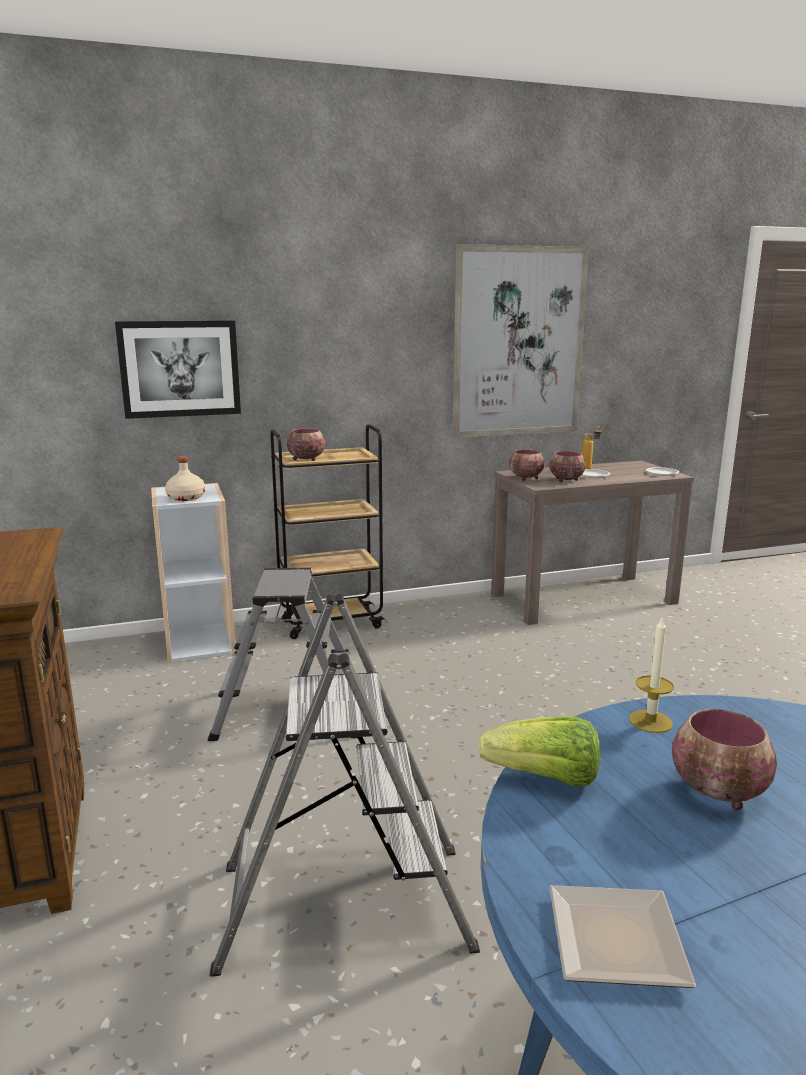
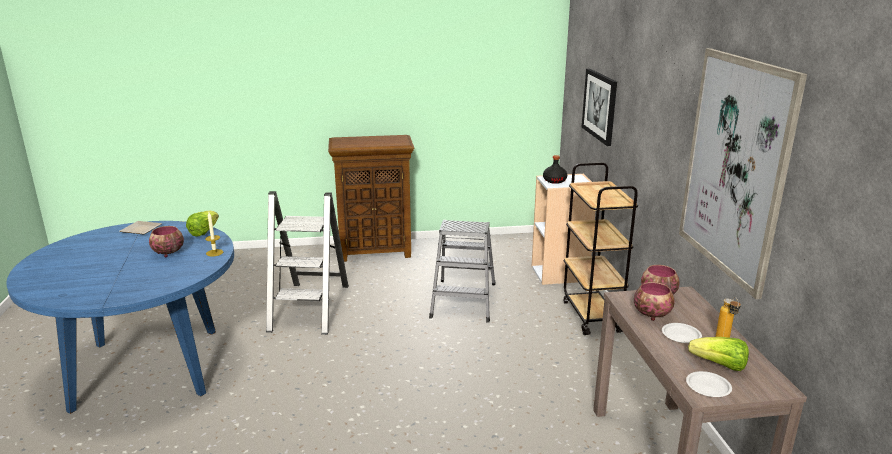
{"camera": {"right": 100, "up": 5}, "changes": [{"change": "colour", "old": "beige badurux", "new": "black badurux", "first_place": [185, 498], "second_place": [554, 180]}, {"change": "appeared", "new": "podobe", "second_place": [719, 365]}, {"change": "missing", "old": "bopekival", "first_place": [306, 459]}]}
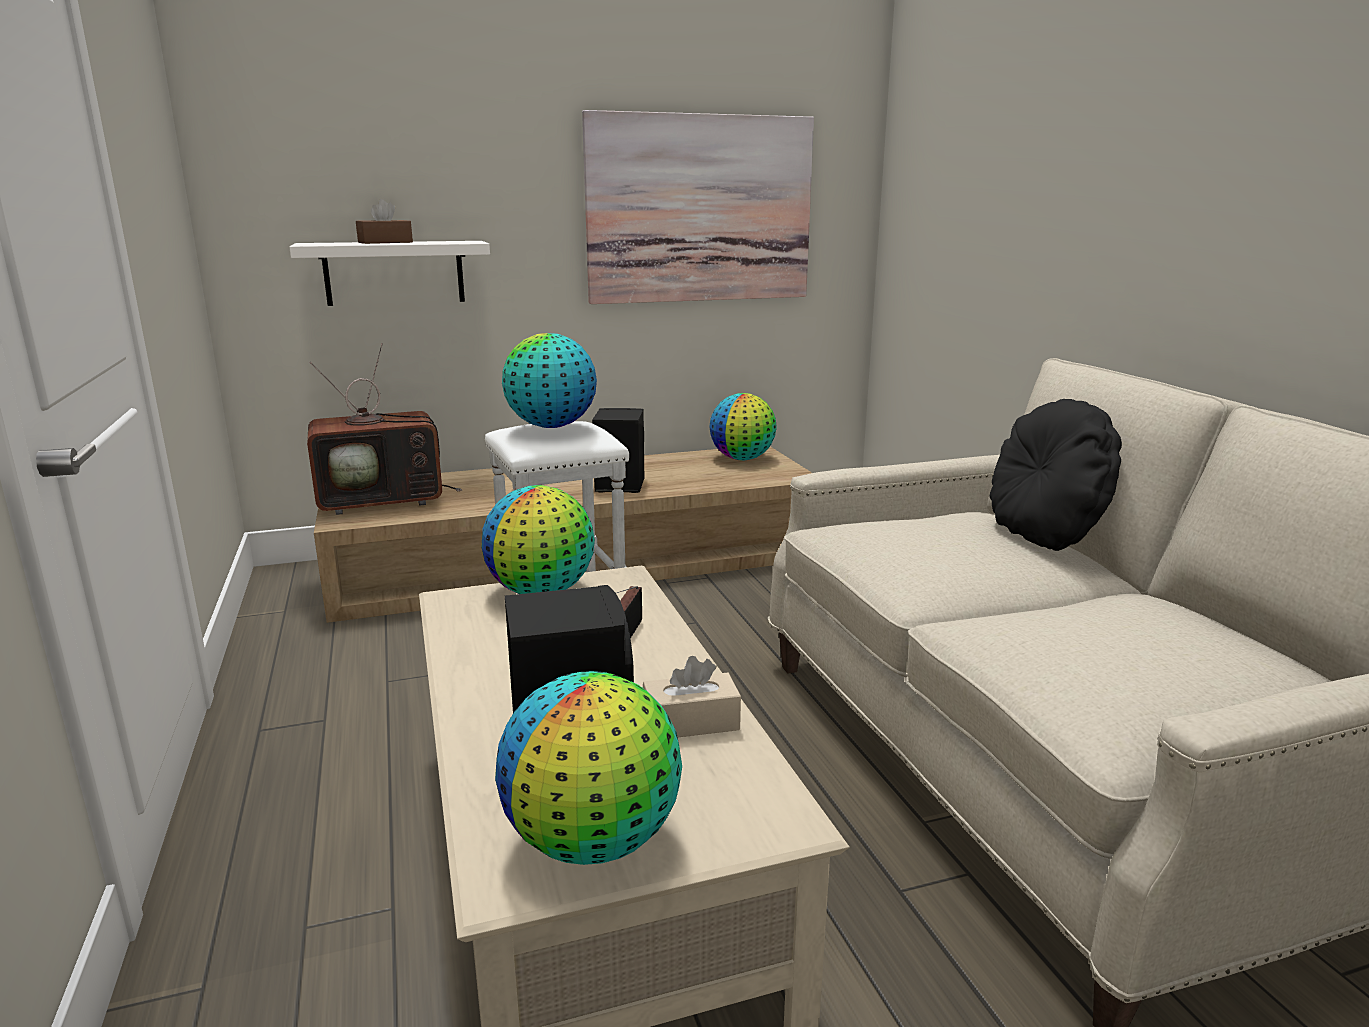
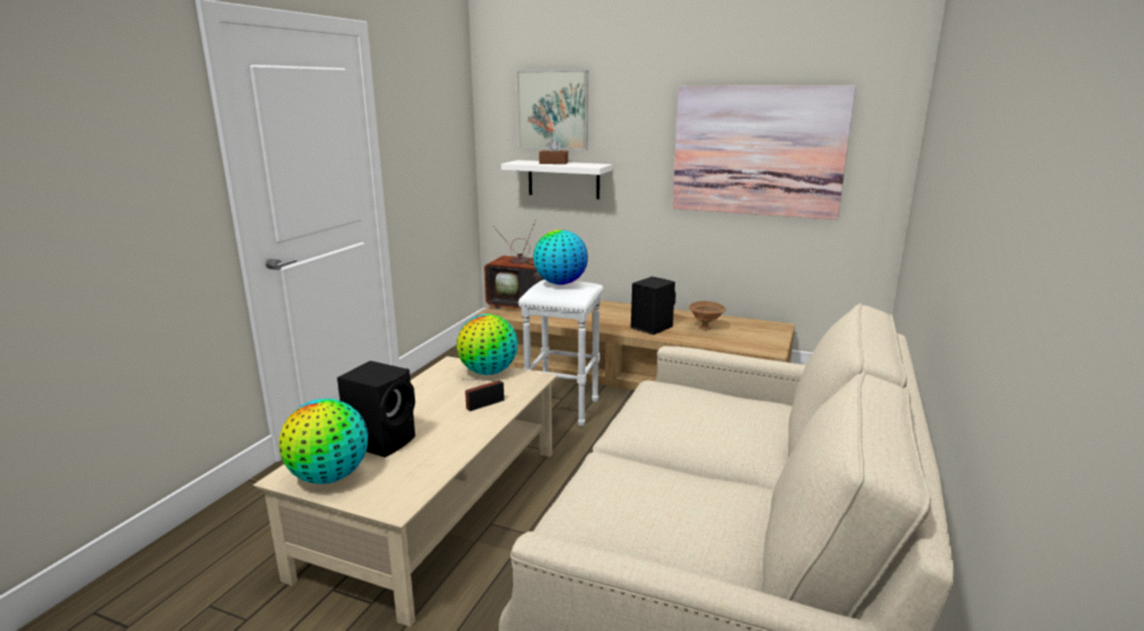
{"camera": {"right": 40, "up": 0}, "changes": [{"change": "appeared", "new": "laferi", "second_place": [553, 110]}, {"change": "appeared", "new": "brown bopekival", "second_place": [706, 328]}, {"change": "missing", "old": "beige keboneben", "first_place": [691, 722]}, {"change": "missing", "old": "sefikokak", "first_place": [742, 459]}, {"change": "missing", "old": "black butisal", "first_place": [1044, 538]}]}
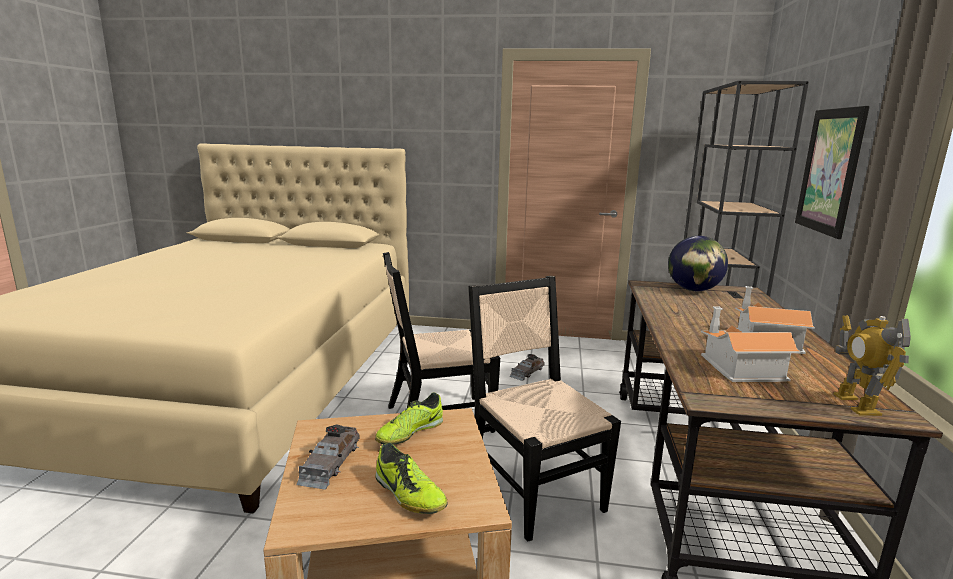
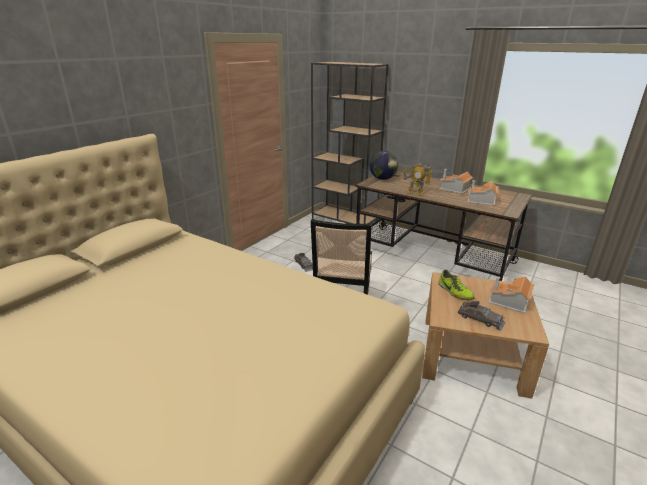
{"camera": {"right": -65, "up": 10}, "changes": [{"change": "relocated", "old": "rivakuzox", "first_place": [856, 404], "second_place": [415, 193]}, {"change": "exchanged", "old": "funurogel", "new": "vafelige", "first_place": [408, 495], "second_place": [509, 302]}, {"change": "missing", "old": "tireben", "first_place": [534, 489]}, {"change": "missing", "old": "laferi", "first_place": [829, 171]}]}
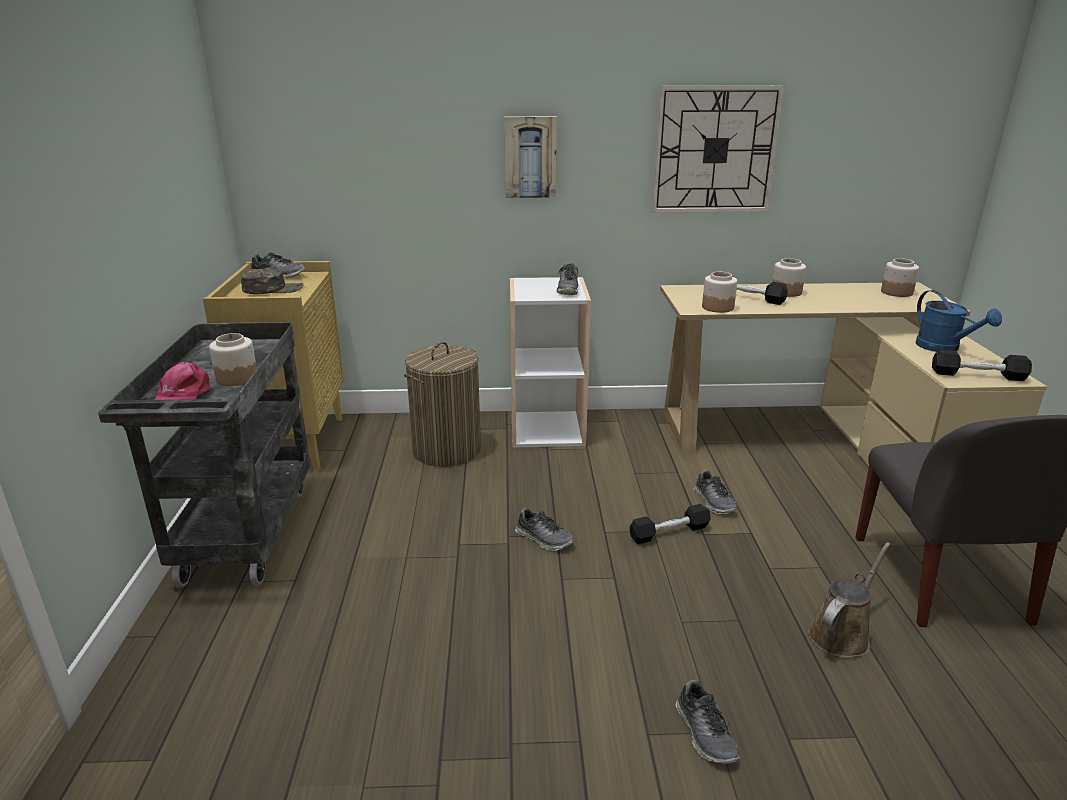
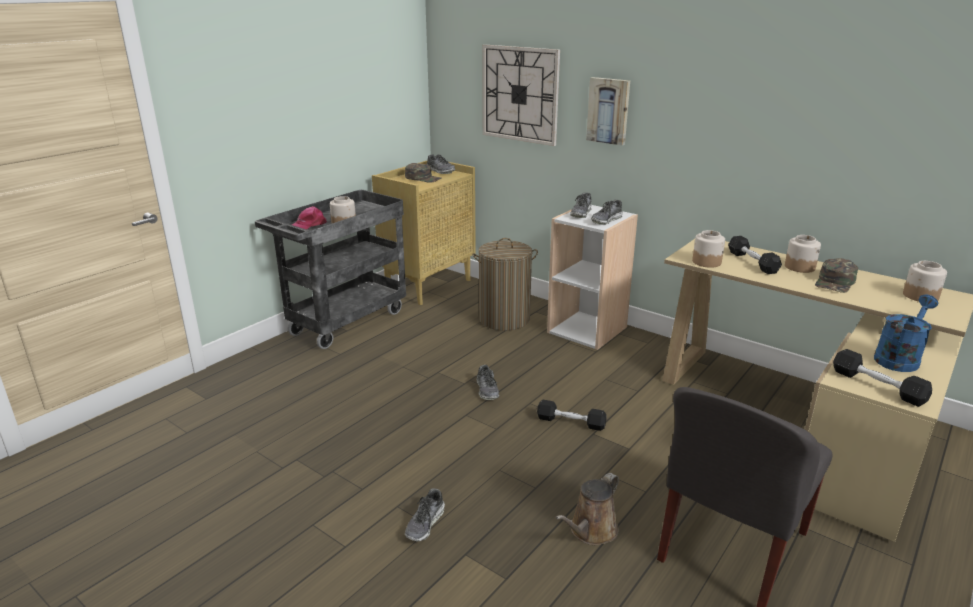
{"camera": {"right": 40, "up": 0}, "changes": [{"change": "relocated", "old": "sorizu", "first_place": [715, 150], "second_place": [520, 94]}, {"change": "spun", "old": "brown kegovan", "first_place": [841, 634], "second_place": [591, 531], "degrees": 135}, {"change": "relocated", "old": "funurogel", "first_place": [714, 502], "second_place": [581, 213]}, {"change": "appeared", "new": "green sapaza", "second_place": [835, 282]}, {"change": "spun", "old": "blue kegovan", "first_place": [944, 348], "second_place": [899, 358], "degrees": -150}]}
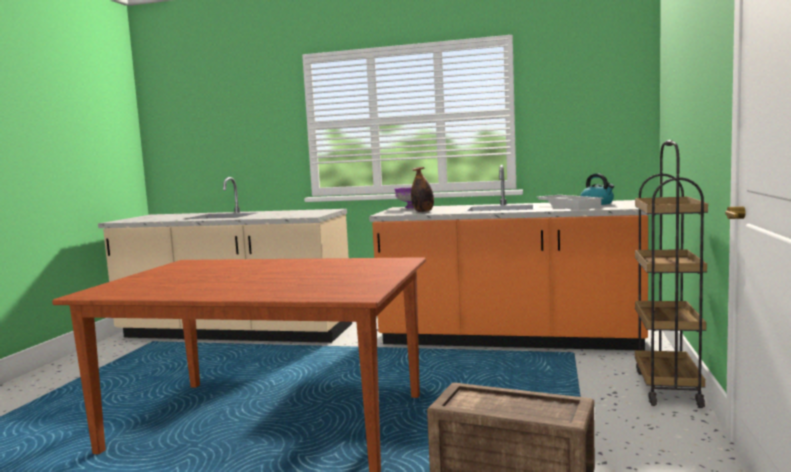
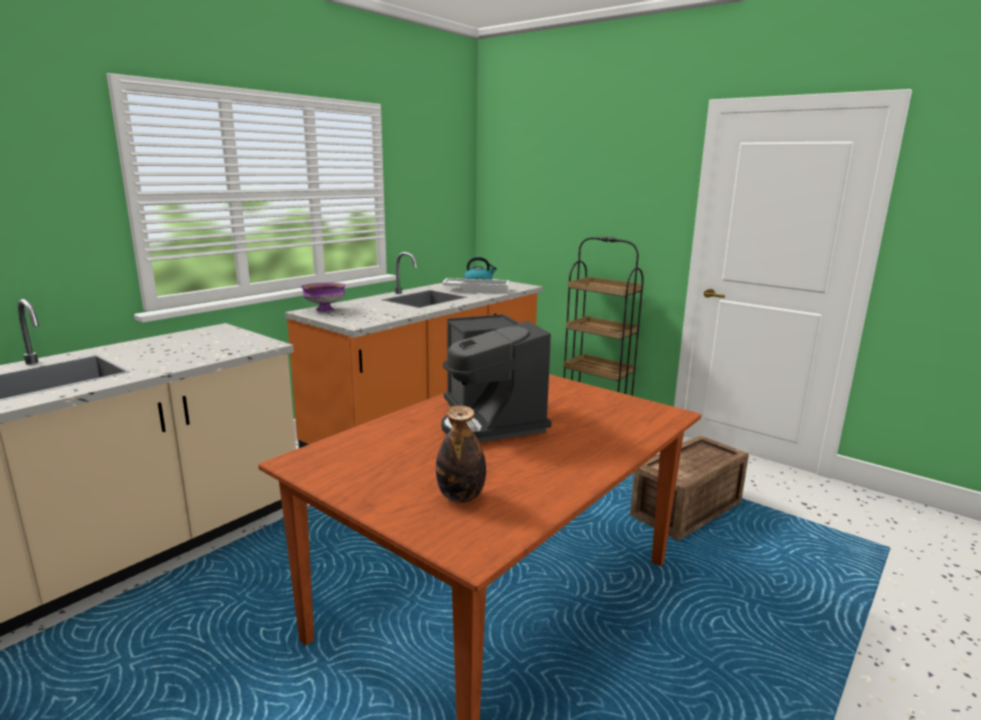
{"camera": {"right": -65, "up": 10}, "changes": [{"change": "relocated", "old": "badurux", "first_place": [423, 211], "second_place": [461, 497]}, {"change": "appeared", "new": "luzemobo", "second_place": [491, 420]}]}
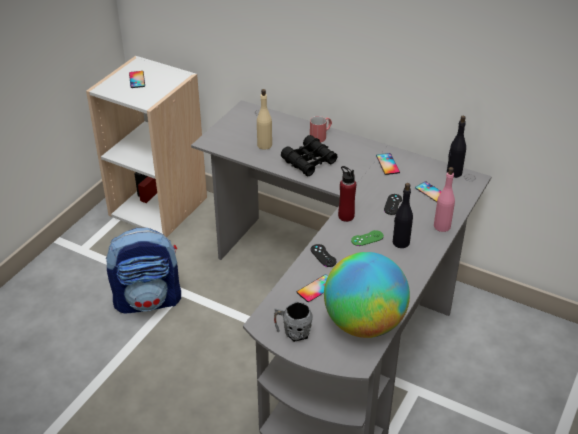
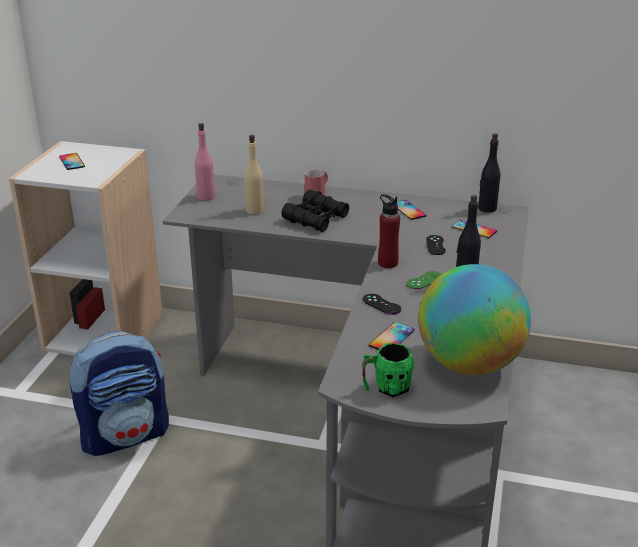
{"camera": {"right": -15, "up": -10}, "changes": [{"change": "relocated", "old": "pink badurux", "first_place": [442, 226], "second_place": [206, 197]}, {"change": "colour", "old": "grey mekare", "new": "green mekare", "first_place": [293, 332], "second_place": [386, 388]}]}
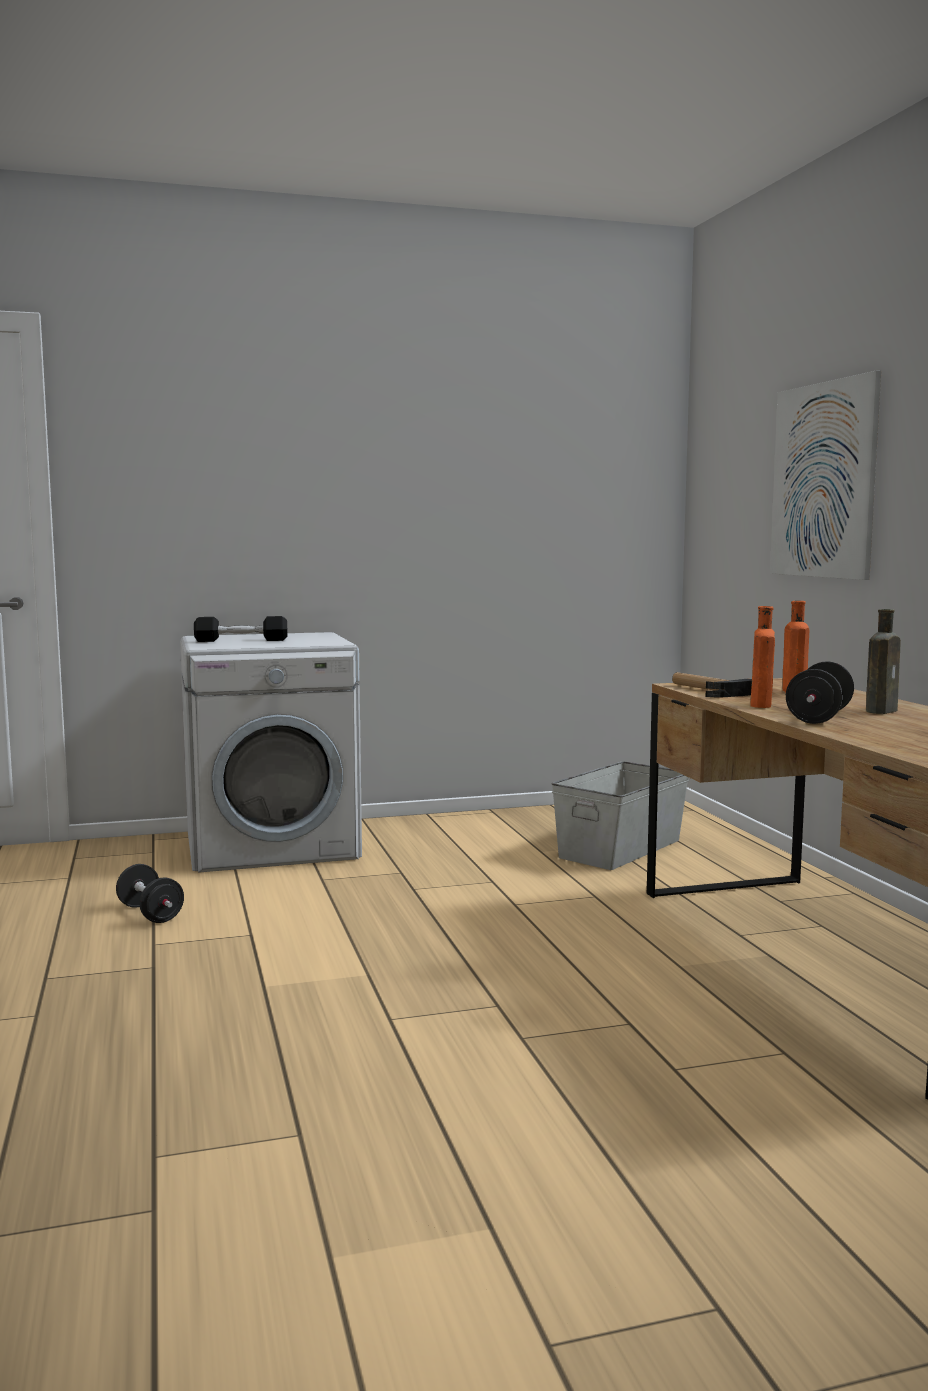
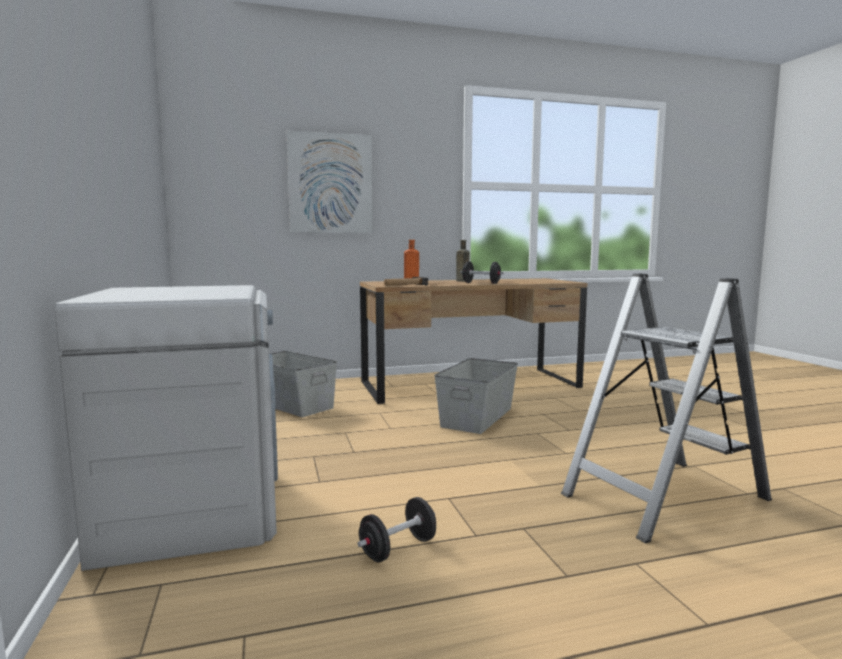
{"camera": {"right": -90, "up": 0}, "changes": [{"change": "appeared", "new": "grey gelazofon", "second_place": [476, 417]}, {"change": "appeared", "new": "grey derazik", "second_place": [662, 496]}, {"change": "missing", "old": "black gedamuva", "first_place": [241, 640]}, {"change": "missing", "old": "orange badurux", "first_place": [761, 705]}]}
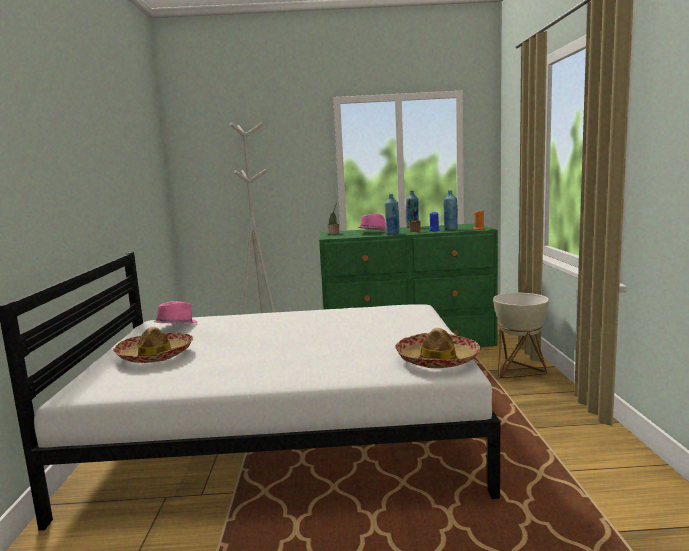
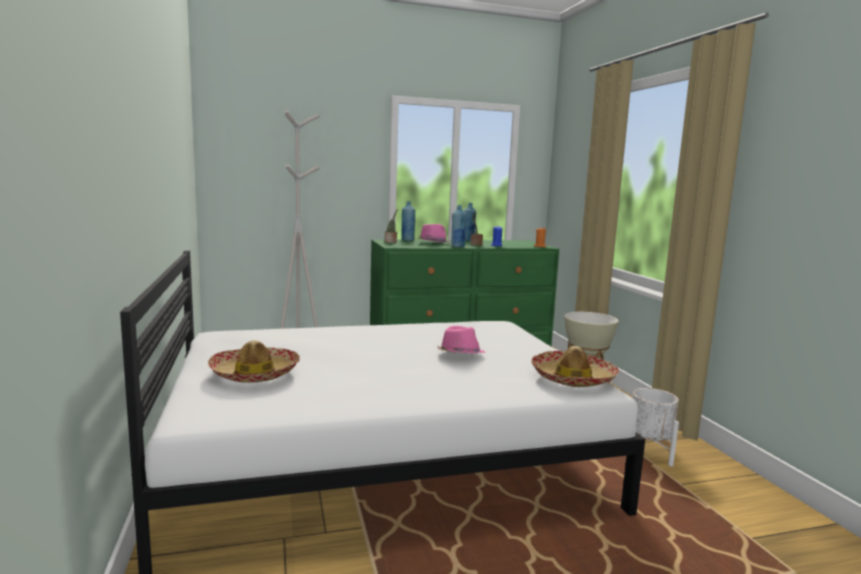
{"camera": {"right": -15, "up": 0}, "changes": [{"change": "relocated", "old": "blue badurux", "first_place": [450, 229], "second_place": [407, 240]}, {"change": "relocated", "old": "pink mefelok", "first_place": [175, 326], "second_place": [460, 355]}, {"change": "appeared", "new": "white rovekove", "second_place": [648, 453]}]}
